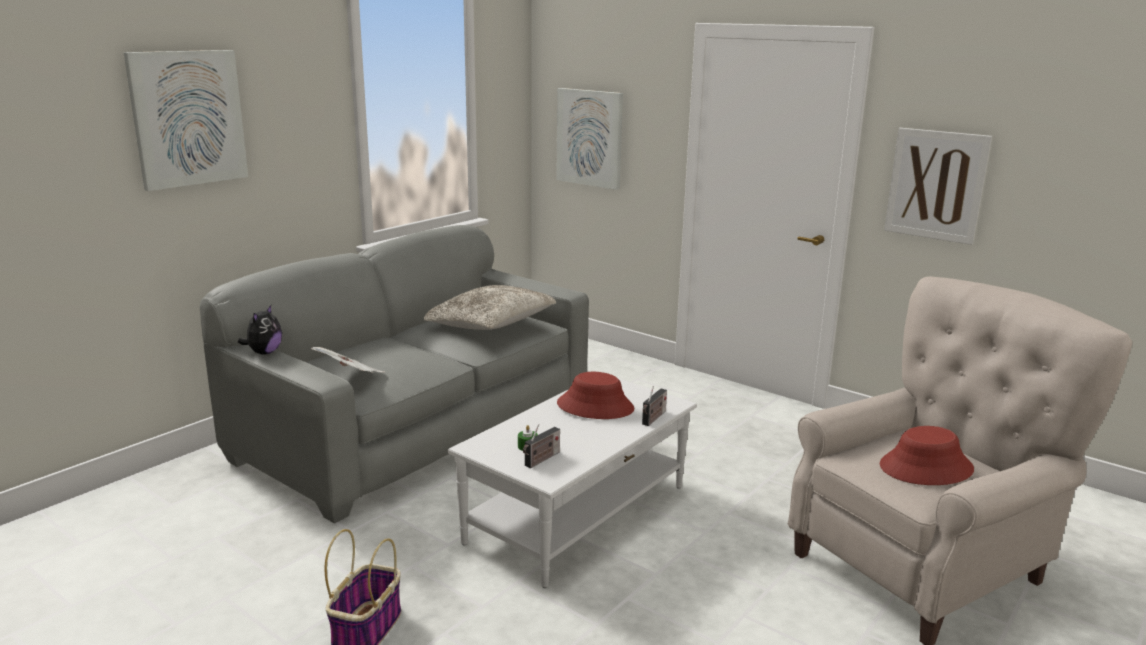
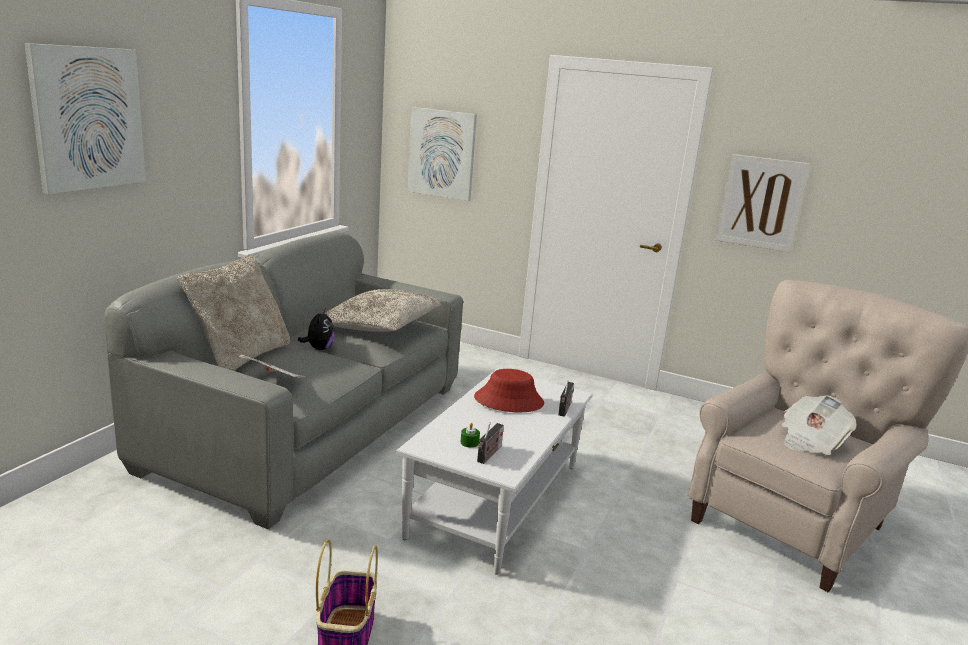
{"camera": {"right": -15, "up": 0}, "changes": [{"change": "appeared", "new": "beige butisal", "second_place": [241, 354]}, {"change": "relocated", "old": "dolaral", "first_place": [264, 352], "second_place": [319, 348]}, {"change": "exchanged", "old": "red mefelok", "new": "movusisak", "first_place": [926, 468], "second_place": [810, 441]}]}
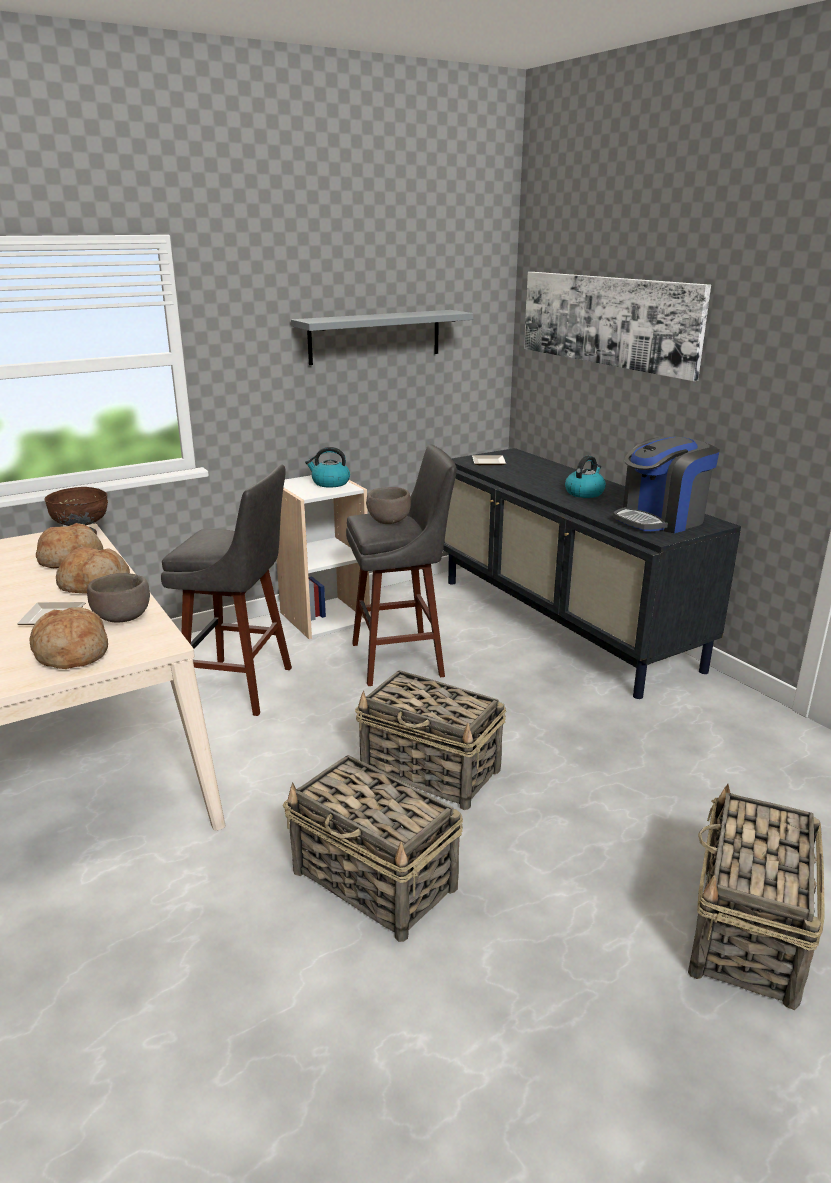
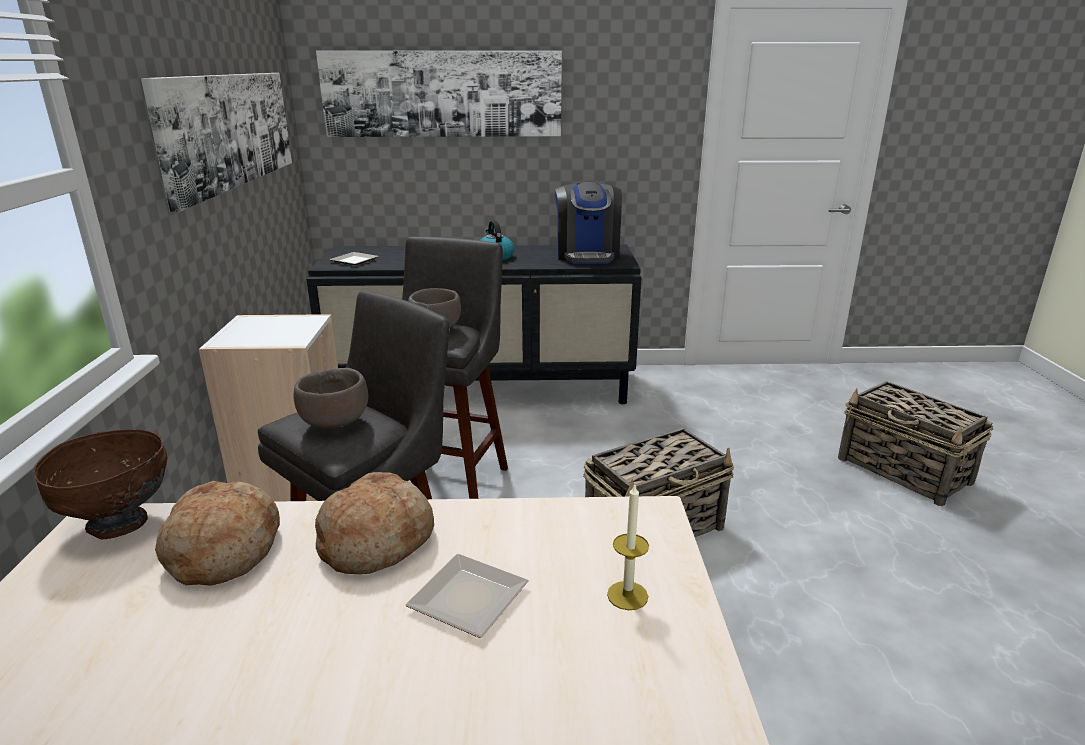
{"camera": {"right": -60, "up": 0}, "changes": [{"change": "exchanged", "old": "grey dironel", "new": "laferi", "first_place": [375, 336], "second_place": [229, 130]}, {"change": "relocated", "old": "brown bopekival", "first_place": [123, 619], "second_place": [336, 423]}, {"change": "exchanged", "old": "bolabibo", "new": "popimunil", "first_place": [71, 653], "second_place": [627, 595]}, {"change": "missing", "old": "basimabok", "first_place": [375, 881]}, {"change": "missing", "old": "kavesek", "first_place": [330, 483]}]}
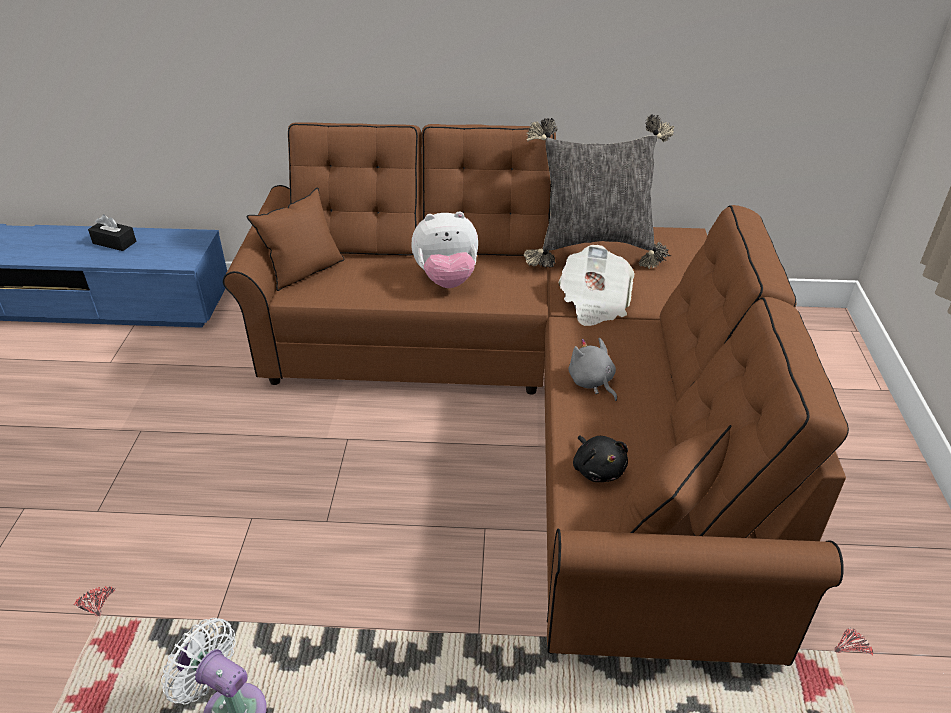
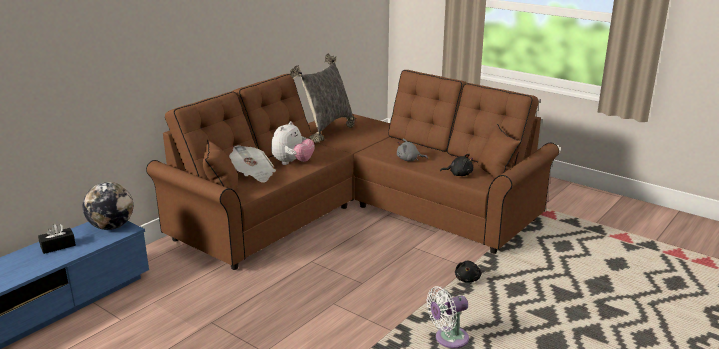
{"camera": {"right": -55, "up": -15}, "changes": [{"change": "appeared", "new": "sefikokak", "second_place": [111, 227]}, {"change": "relocated", "old": "movusisak", "first_place": [594, 303], "second_place": [253, 175]}, {"change": "appeared", "new": "black dolaral", "second_place": [467, 279]}]}
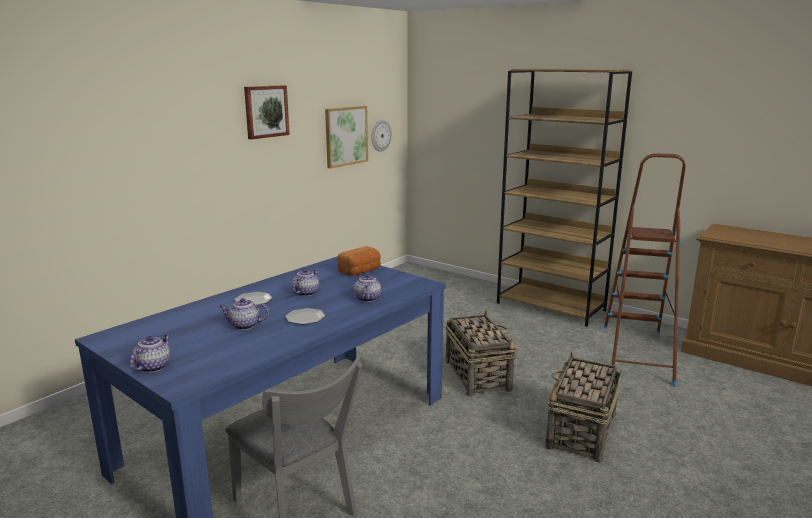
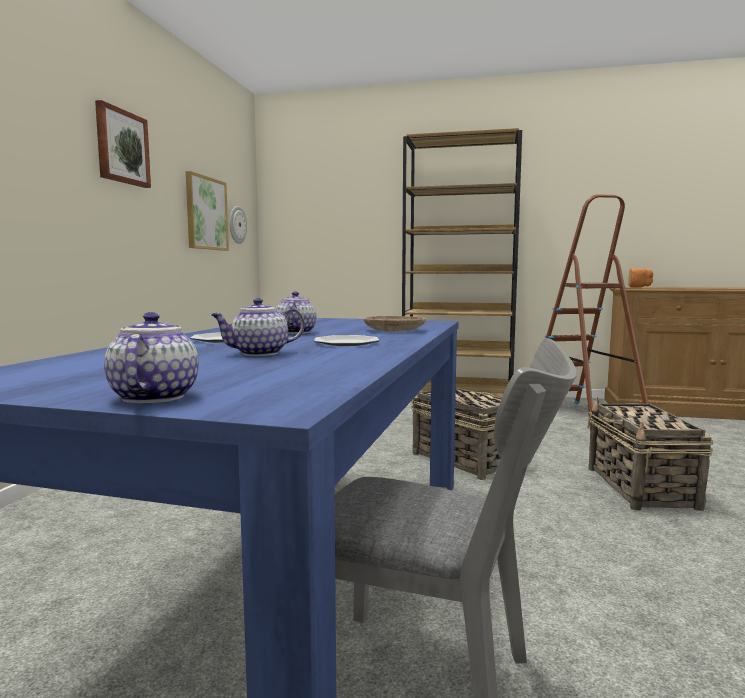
{"camera": {"right": -25, "up": -10}, "changes": [{"change": "exchanged", "old": "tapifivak", "new": "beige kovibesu", "first_place": [367, 298], "second_place": [394, 330]}, {"change": "relocated", "old": "bolabibo", "first_place": [361, 271], "second_place": [640, 287]}]}
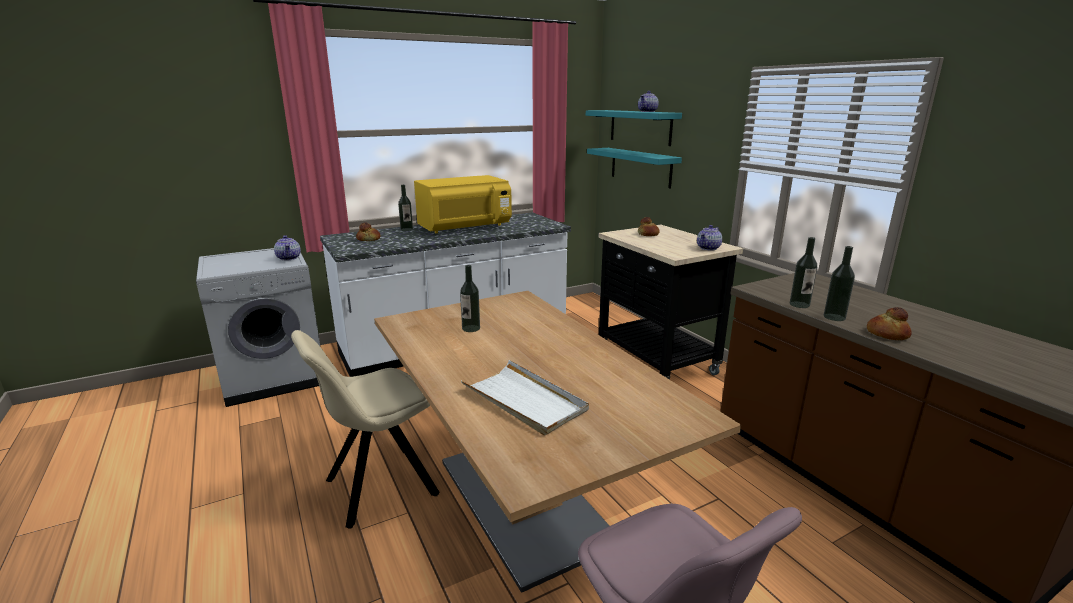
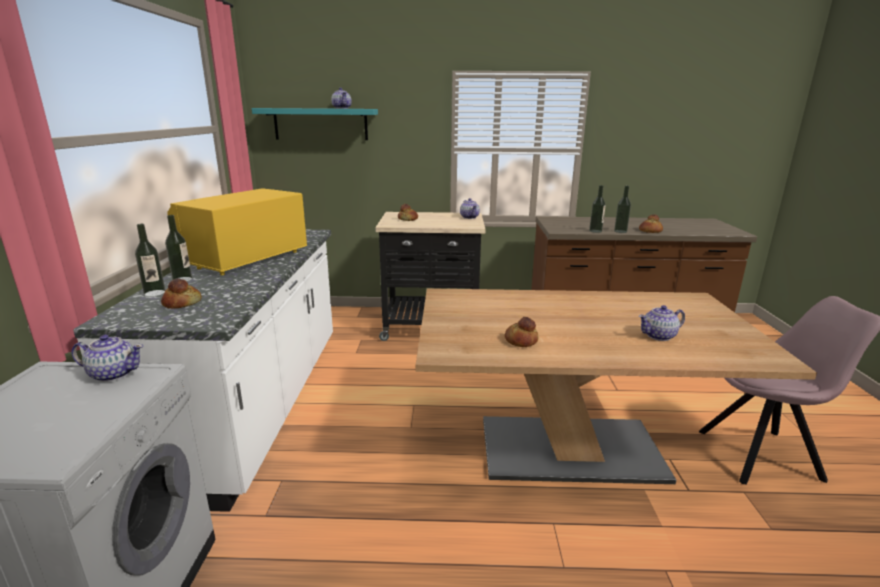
{"camera": {"right": -60, "up": 0}, "changes": [{"change": "relocated", "old": "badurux", "first_place": [471, 328], "second_place": [155, 293]}, {"change": "spun", "old": "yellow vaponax", "first_place": [465, 228], "second_place": [245, 257], "degrees": -150}, {"change": "appeared", "new": "bolabibo", "second_place": [520, 340]}, {"change": "exchanged", "old": "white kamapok", "new": "tapifivak", "first_place": [524, 400], "second_place": [659, 336]}, {"change": "missing", "old": "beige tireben", "first_place": [380, 486]}, {"change": "missing", "old": "turquoise dironel", "first_place": [640, 167]}]}
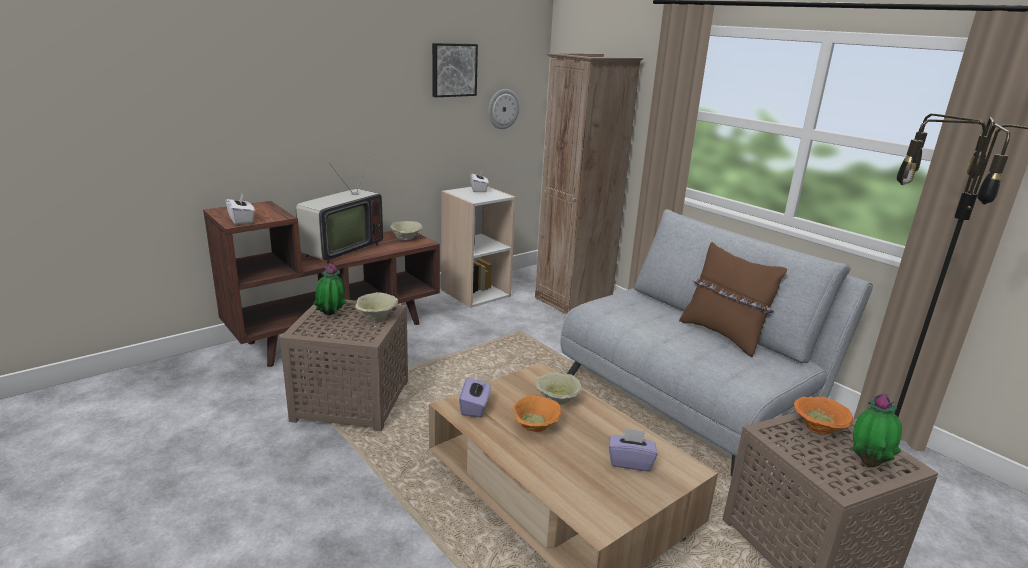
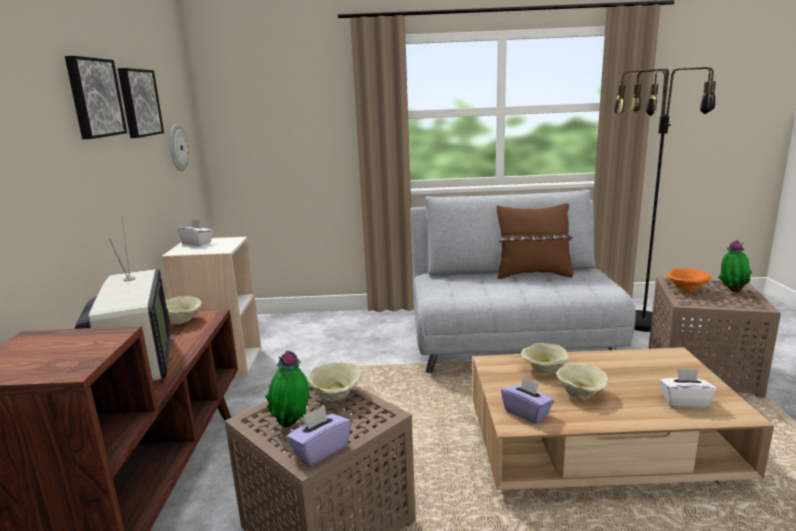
{"camera": {"right": -50, "up": -5}, "changes": [{"change": "appeared", "new": "laferi", "second_place": [94, 98]}, {"change": "relocated", "old": "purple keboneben", "first_place": [630, 462], "second_place": [320, 450]}, {"change": "colour", "old": "orange bopekival", "new": "beige bopekival", "first_place": [535, 427], "second_place": [582, 393]}, {"change": "relocated", "old": "white keboneben", "first_place": [242, 220], "second_place": [684, 402]}, {"change": "missing", "old": "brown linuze", "first_place": [573, 300]}]}
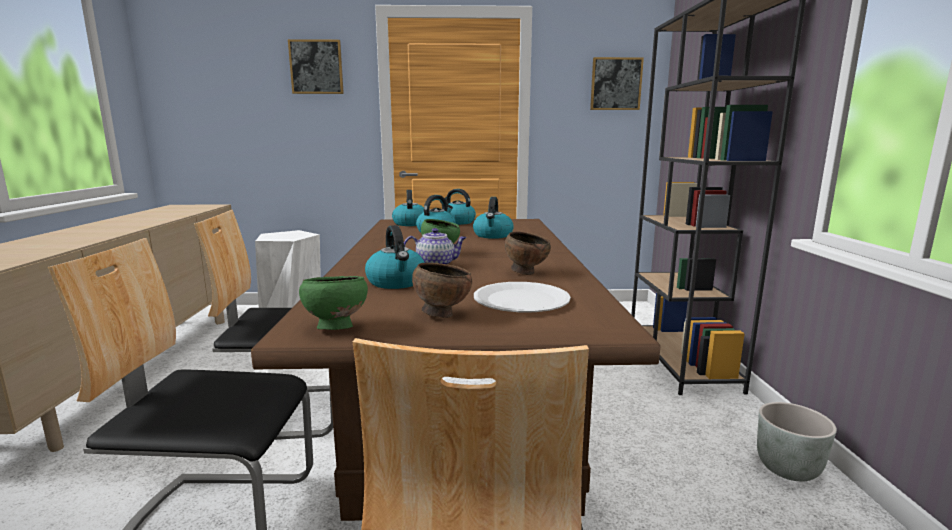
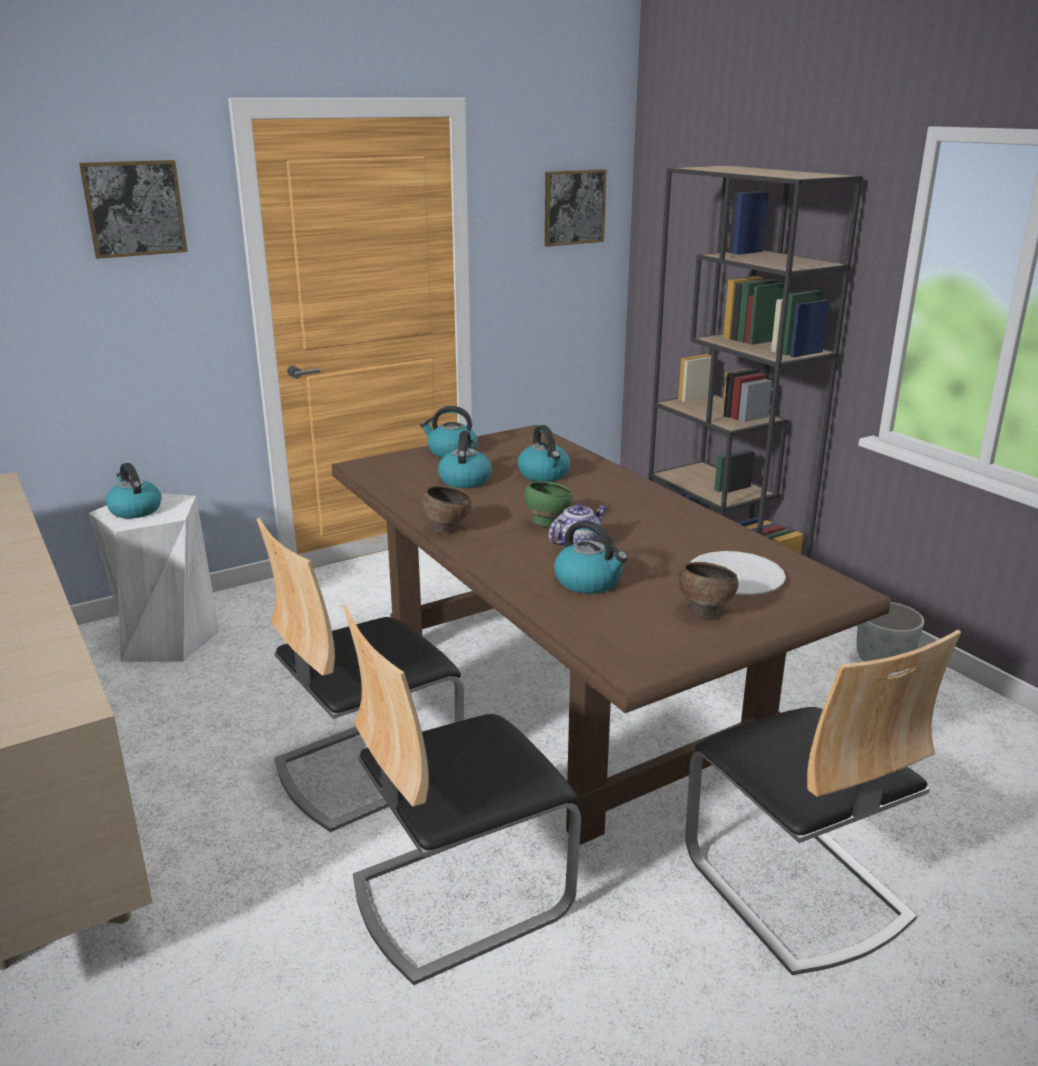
{"camera": {"right": -30, "up": 10}, "changes": [{"change": "relocated", "old": "kavesek", "first_place": [410, 223], "second_place": [135, 510]}, {"change": "relocated", "old": "brown bopekival", "first_place": [526, 273], "second_place": [447, 530]}, {"change": "missing", "old": "green bopekival", "first_place": [335, 328]}]}
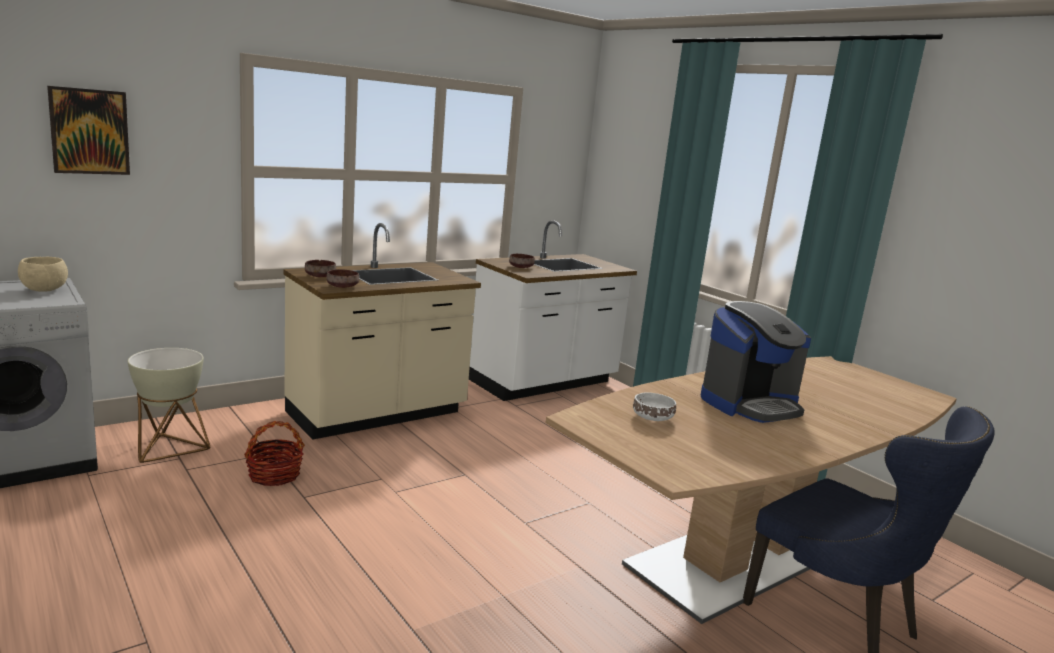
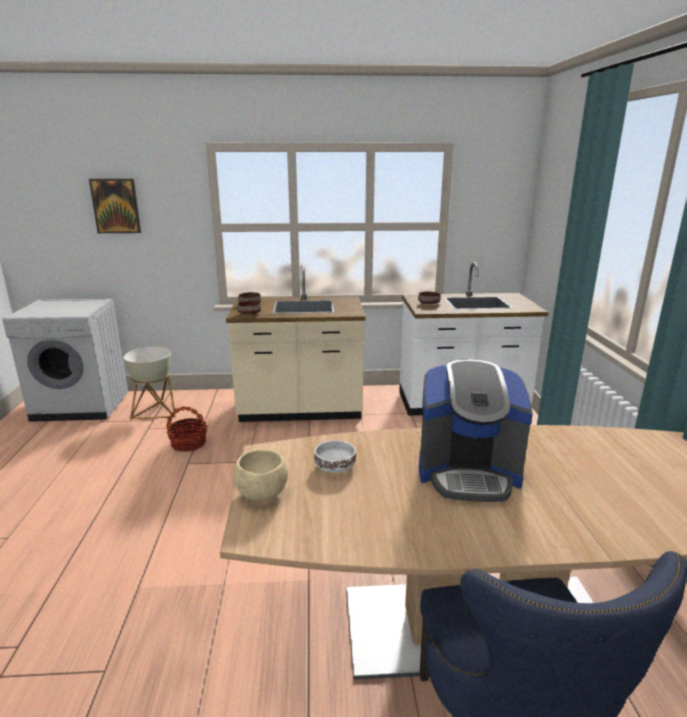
{"camera": {"right": 35, "up": 5}, "changes": [{"change": "relocated", "old": "beige bopekival", "first_place": [44, 290], "second_place": [262, 494]}]}
